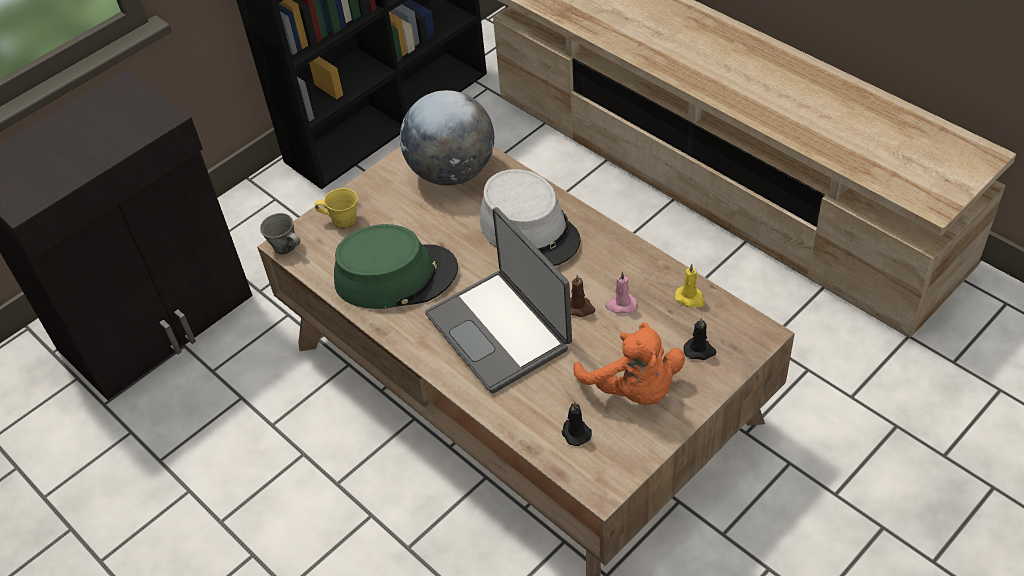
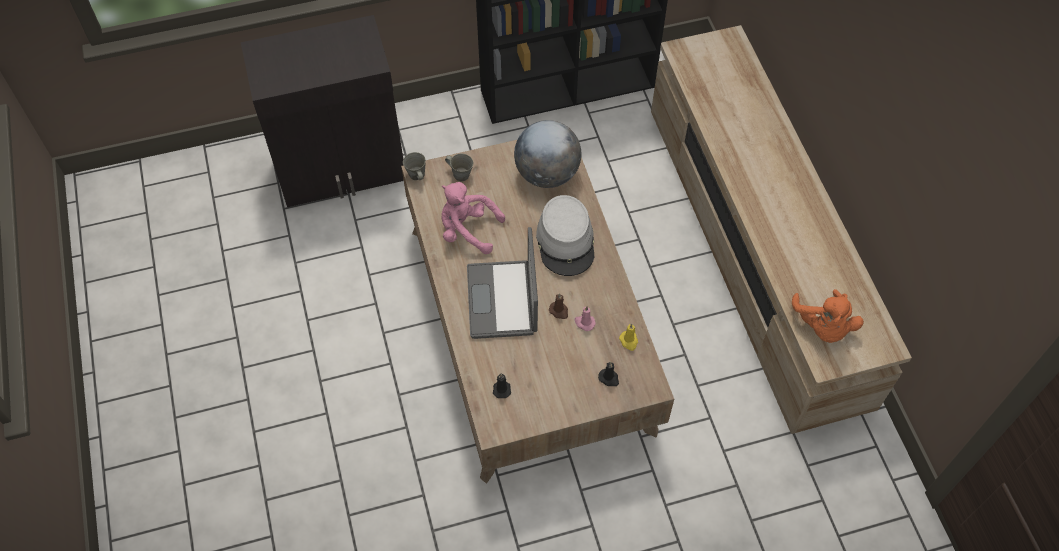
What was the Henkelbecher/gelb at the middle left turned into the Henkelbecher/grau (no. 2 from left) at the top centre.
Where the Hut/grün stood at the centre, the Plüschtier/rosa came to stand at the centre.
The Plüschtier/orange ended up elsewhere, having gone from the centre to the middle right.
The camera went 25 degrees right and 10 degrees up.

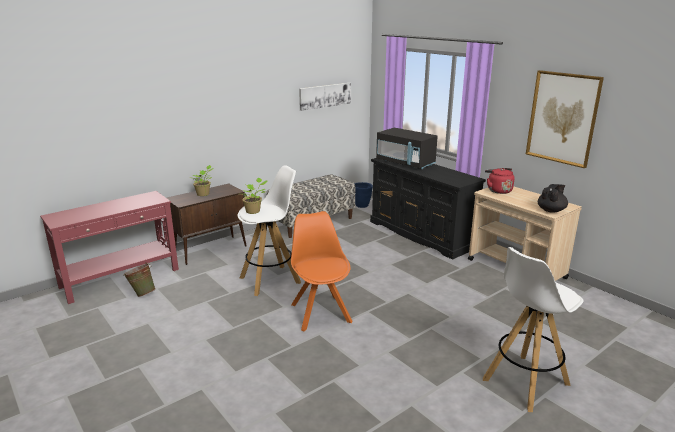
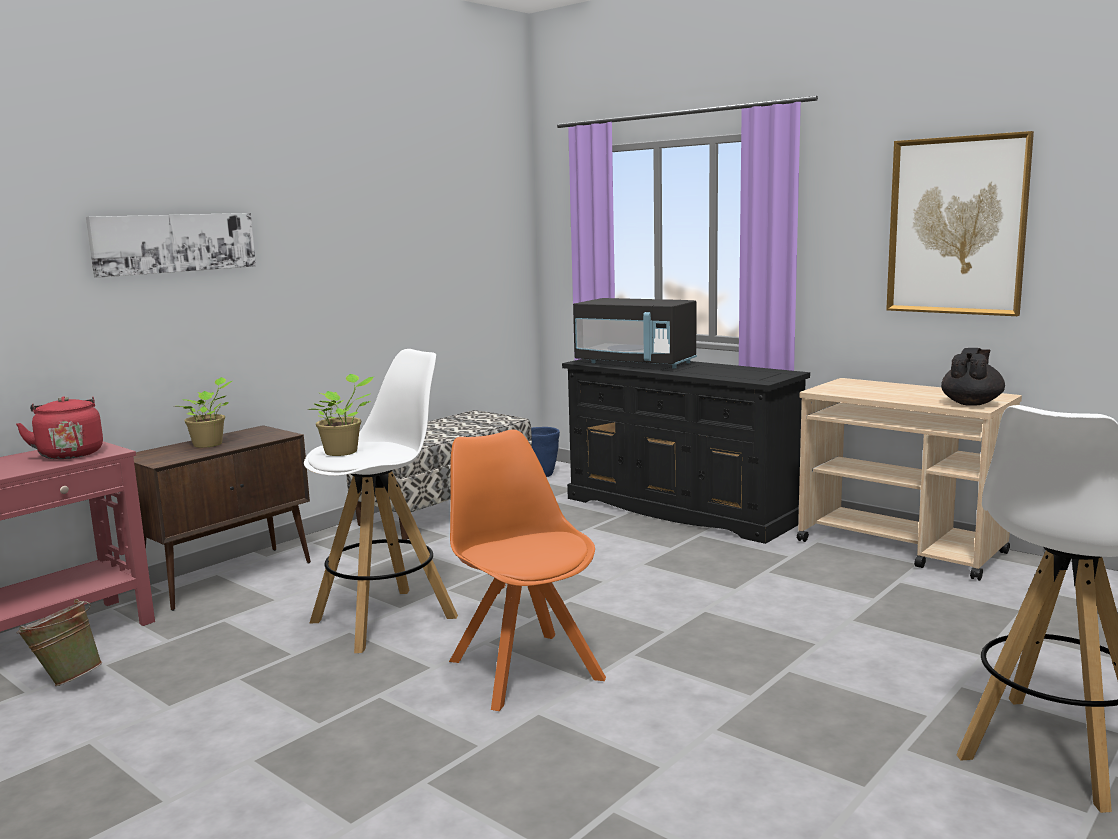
The Bild (no. 1 from left) ended up elsewhere, having gone from the top centre to the top left.
The Wasserkessel/rot ended up elsewhere, having gone from the middle right to the middle left.
The camera went 10 degrees left and 10 degrees down.

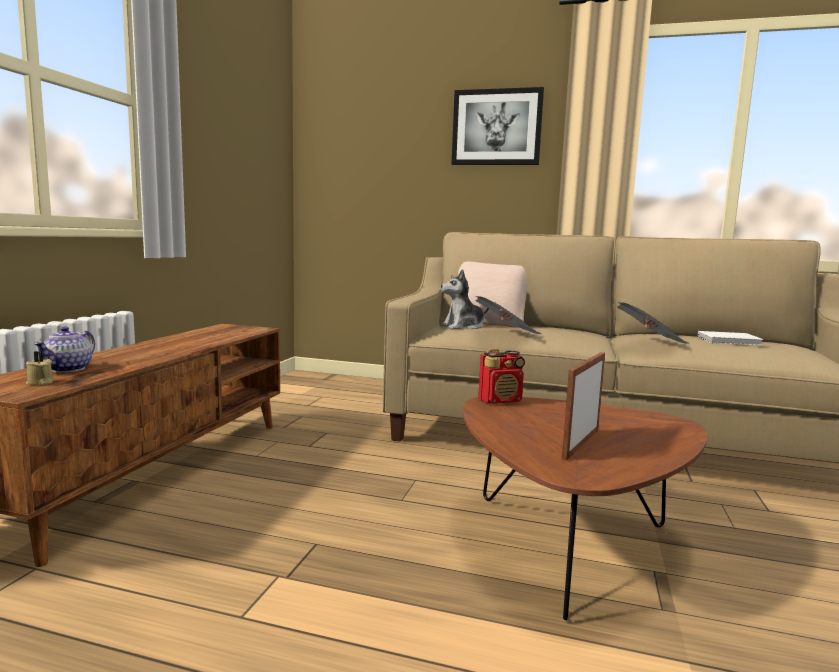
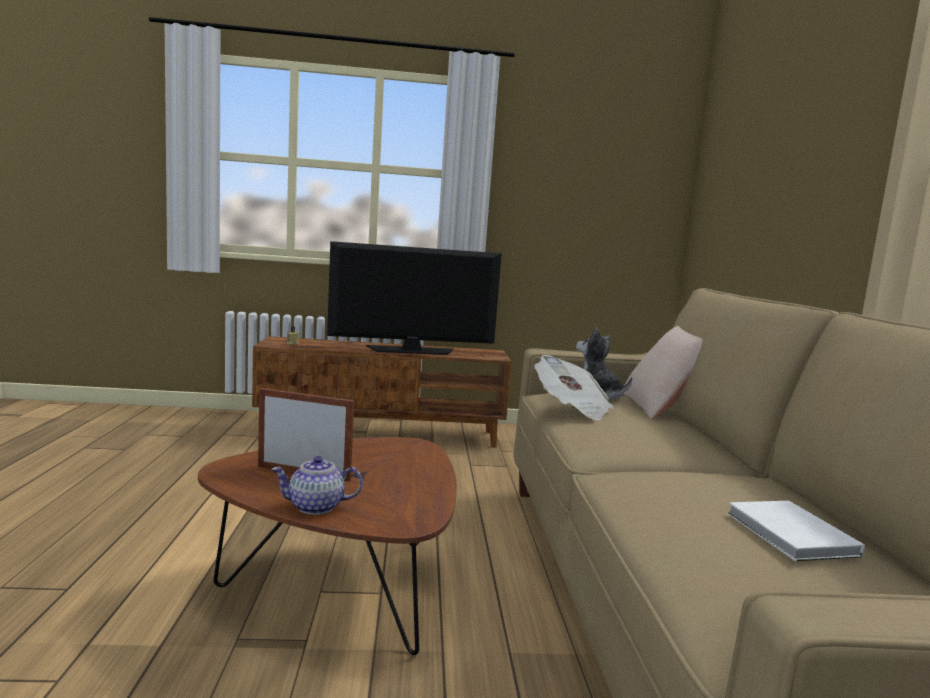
The Teekanne ended up elsewhere, having gone from the middle left to the bottom centre.
The second view lost the Bild at the top centre.
The second view lost the Radio at the centre.
The second view lost the Zeitung (no. 2 from left) at the middle right.
The second view gained the Fernseher at the centre.
The camera went 70 degrees right and 0 degrees up.

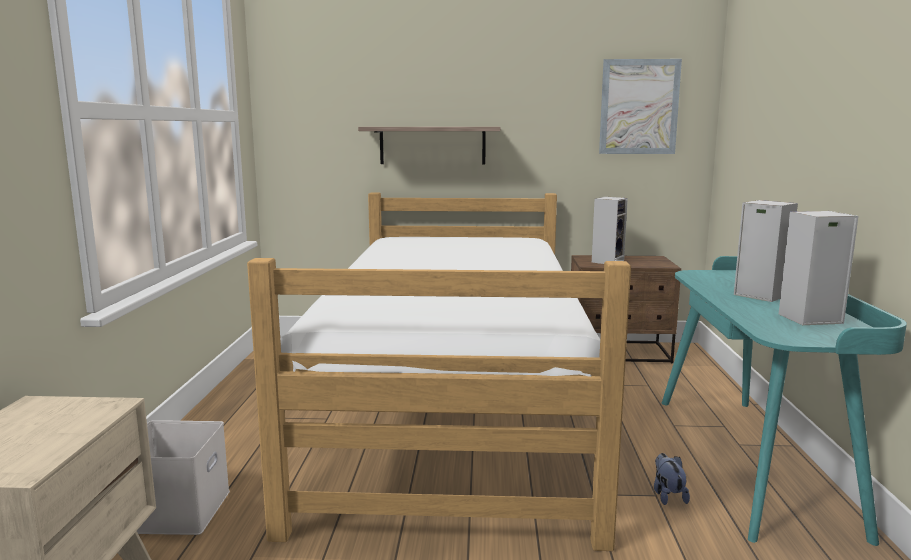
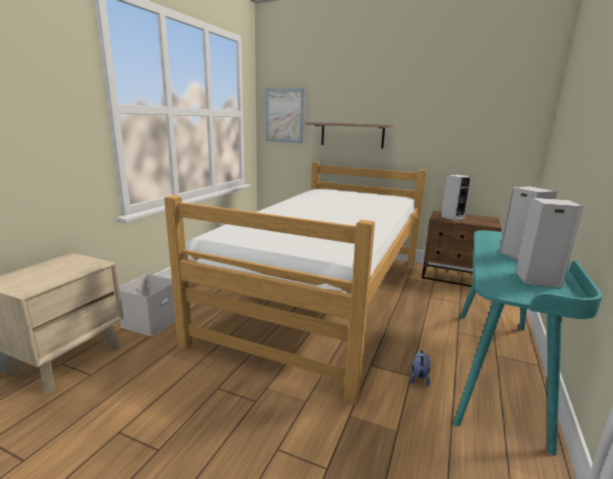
The Bild ended up elsewhere, having gone from the top right to the top centre.
The camera went 20 degrees right and 5 degrees up.

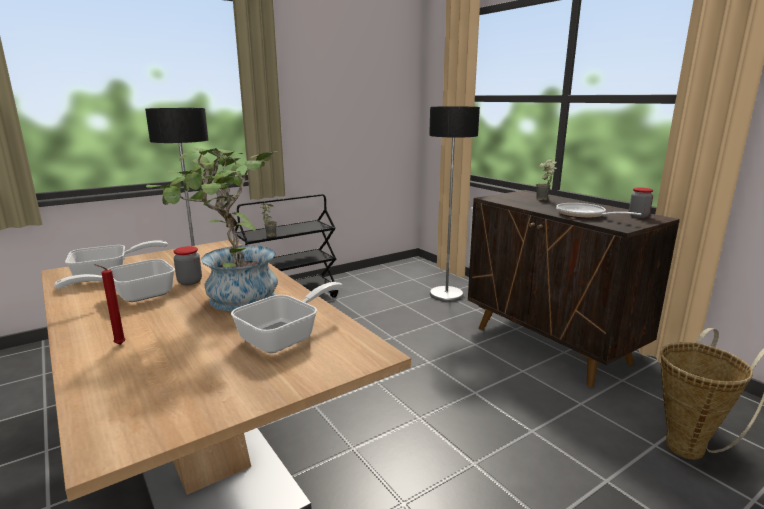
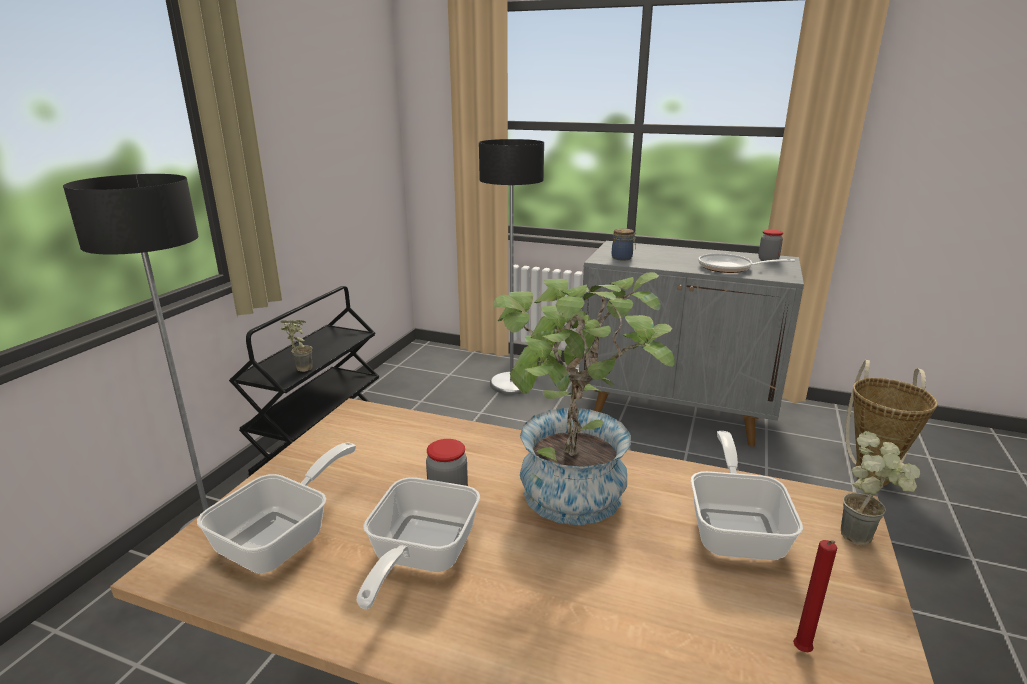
The Kerze/rot ended up elsewhere, having gone from the middle left to the bottom right.
What was the Schrank/braun at the middle right turned into the Schrank/grau at the middle right.
The Topfpflanze (no. 3 from left) ended up elsewhere, having gone from the middle right to the bottom right.
The second view gained the Vorratsglas (no. 2 from left) at the centre.
The camera went 35 degrees left and 5 degrees up.

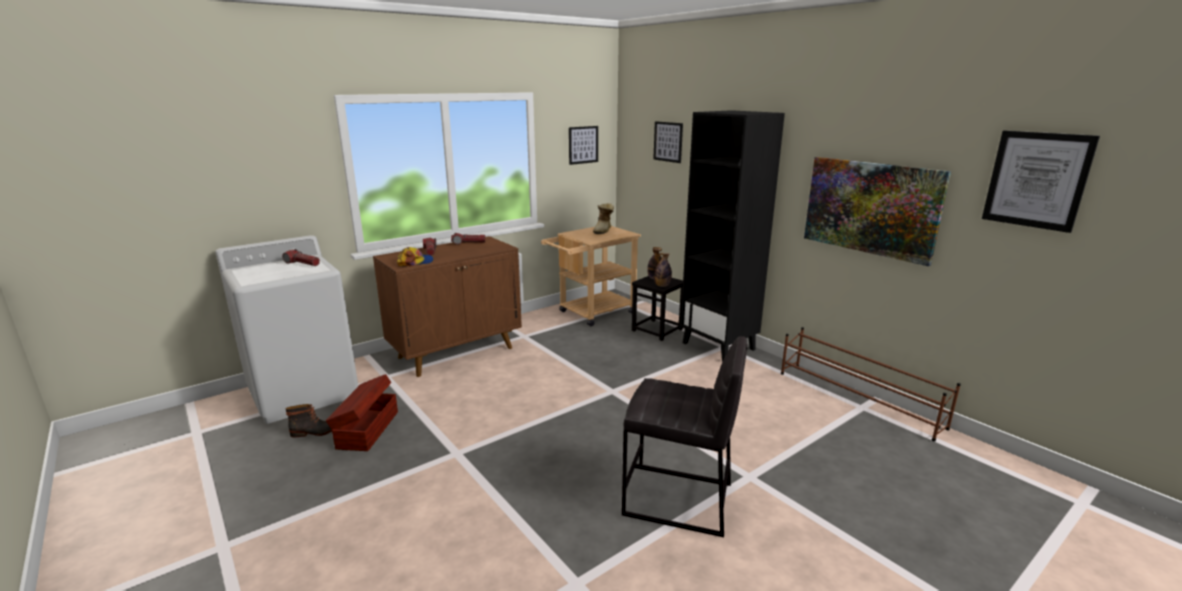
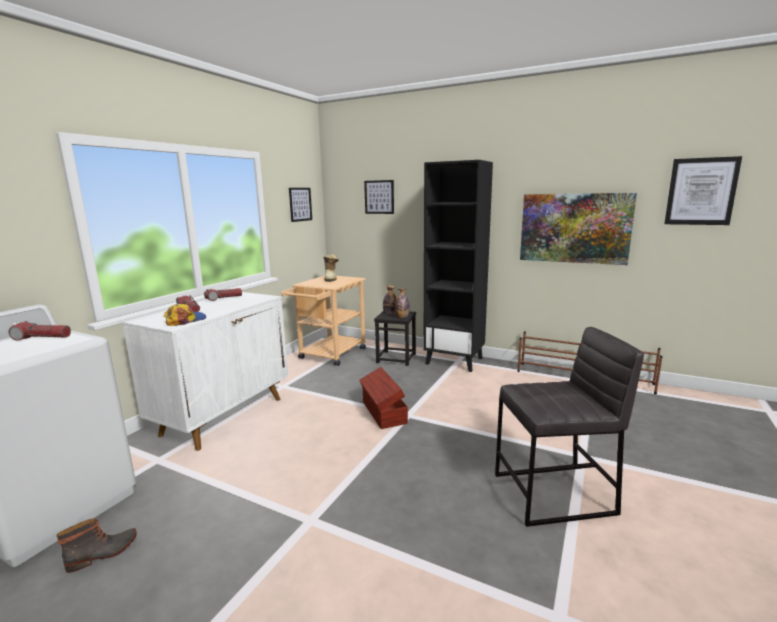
The Aufbewahrungsbox/braun ended up elsewhere, having gone from the bottom left to the centre.
What was the Schrank/braun at the centre turned into the Schrank/weiß at the middle left.
The camera went 25 degrees left and 5 degrees down.

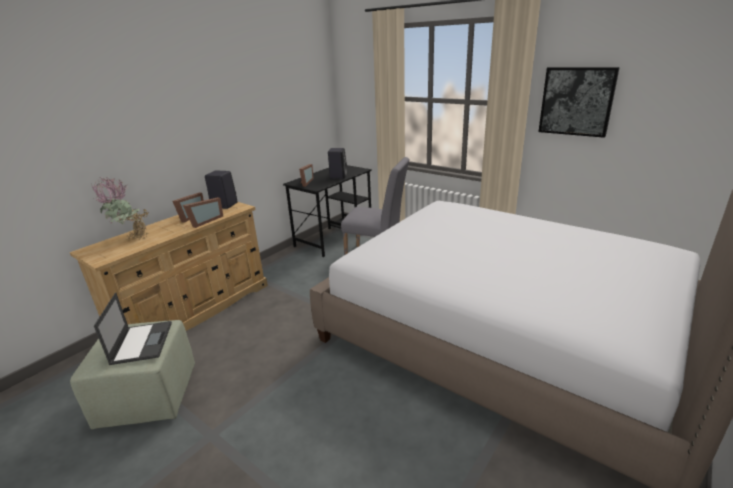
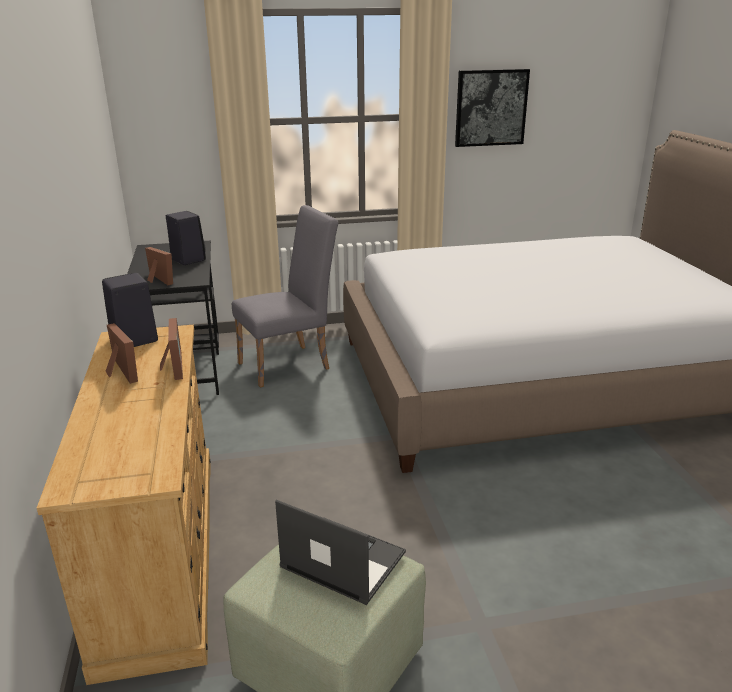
The second view lost the Topfpflanze at the middle left.
The camera went 50 degrees left and 0 degrees up.

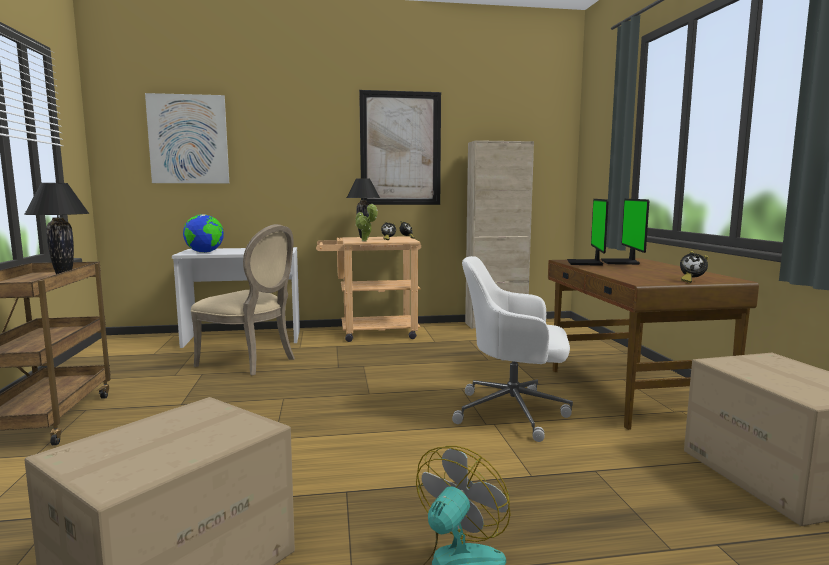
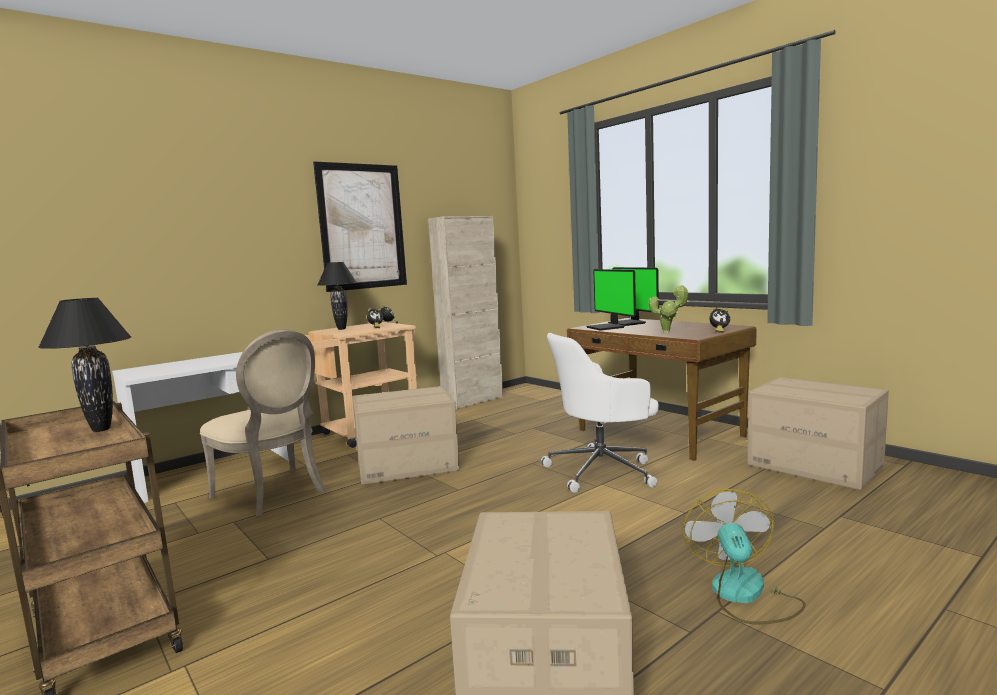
The second view lost the Bild (no. 1 from left) at the top left.
The second view lost the Globus at the middle left.
The Stuhl/beige at the middle left ended up facing another way, 45 degrees clockwise from before.
The Topfpflanze ended up elsewhere, having gone from the centre to the middle right.
The second view gained the Karton (no. 1 from left) at the centre.
The camera went 30 degrees left and 0 degrees up.

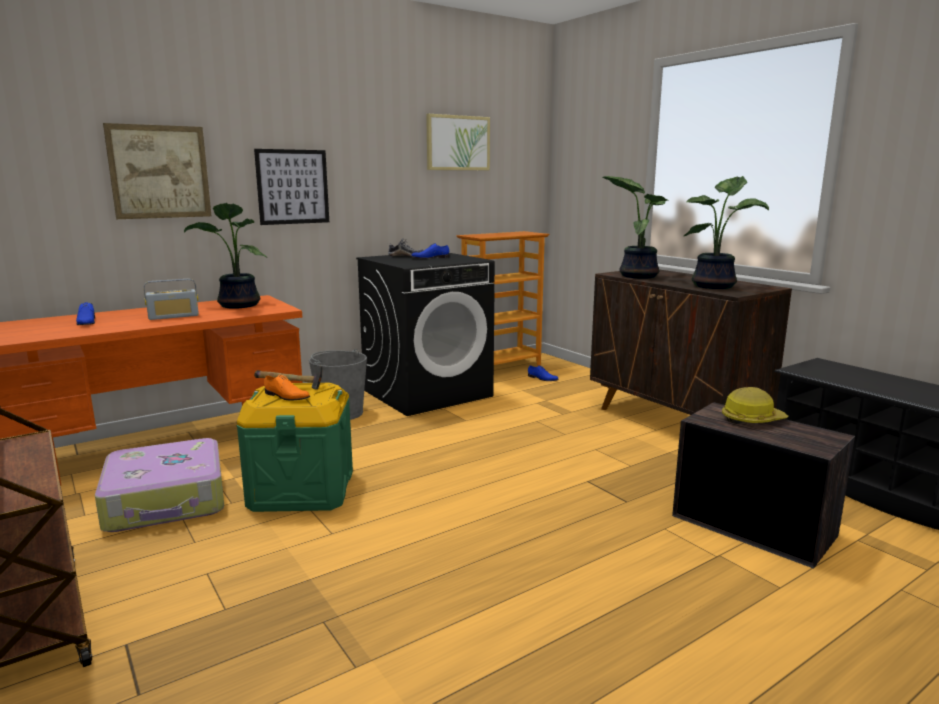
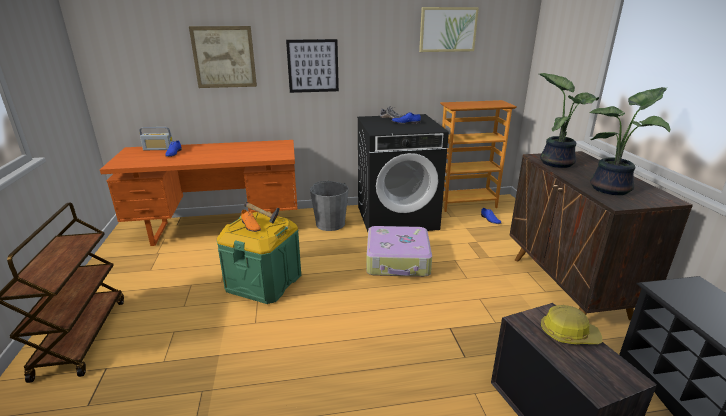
The Koffer ended up elsewhere, having gone from the bottom left to the centre.
The Radio ended up elsewhere, having gone from the middle left to the top left.
The second view lost the Topfpflanze (no. 1 from left) at the middle left.
The camera went 25 degrees right and 10 degrees up.

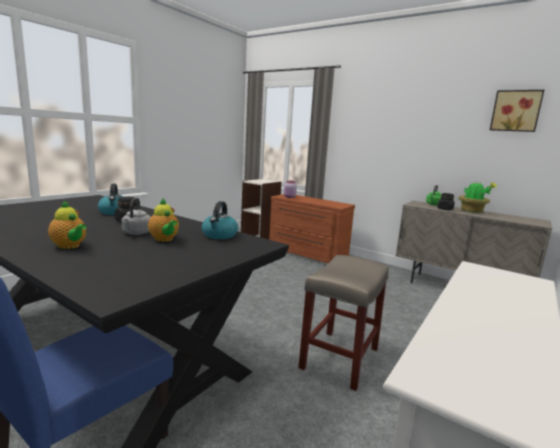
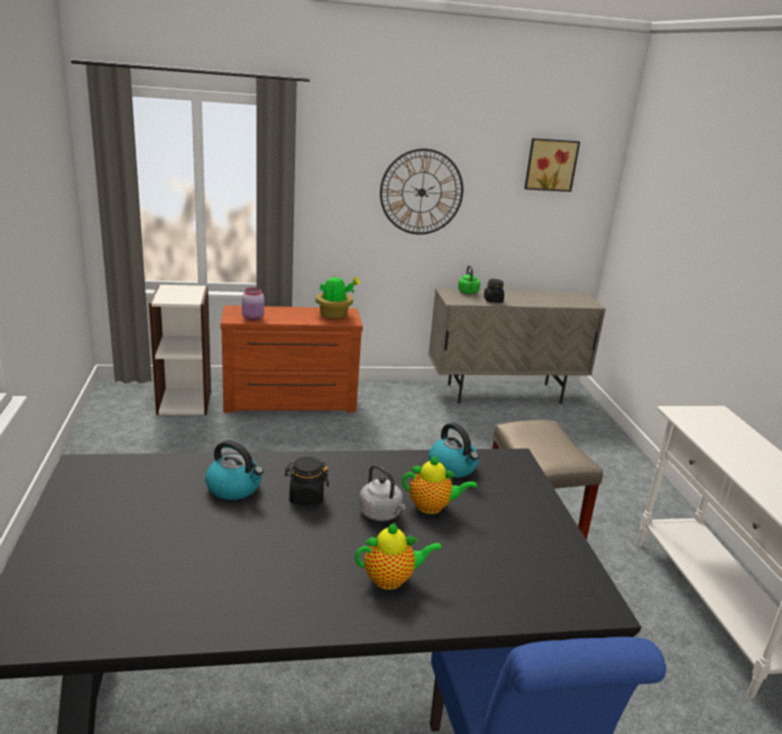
The Topfpflanze ended up elsewhere, having gone from the middle right to the centre.
The second view gained the Wanduhr at the top centre.
The camera went 45 degrees left and 10 degrees up.

